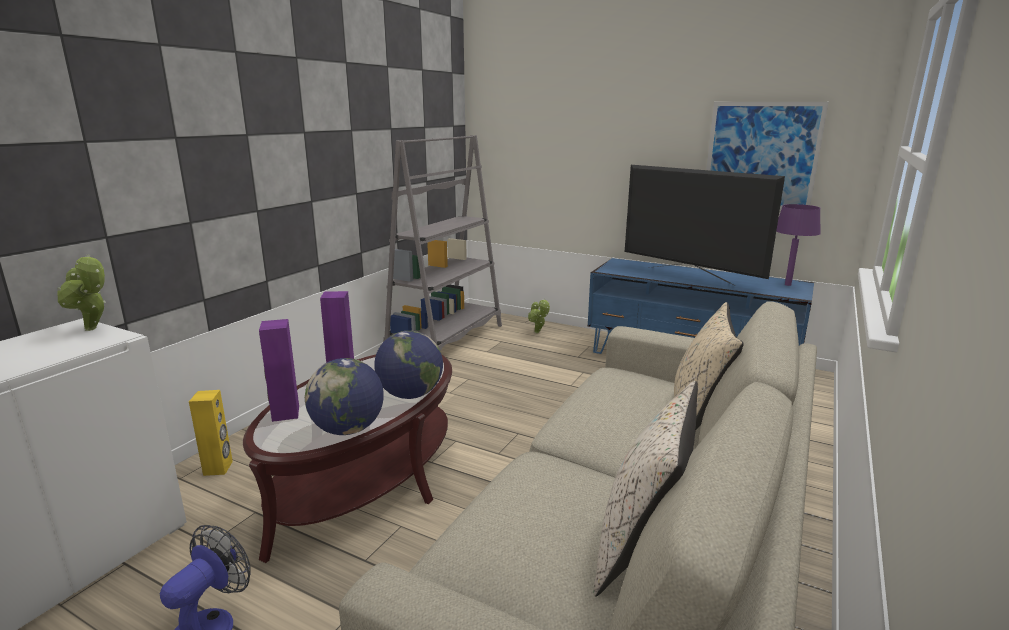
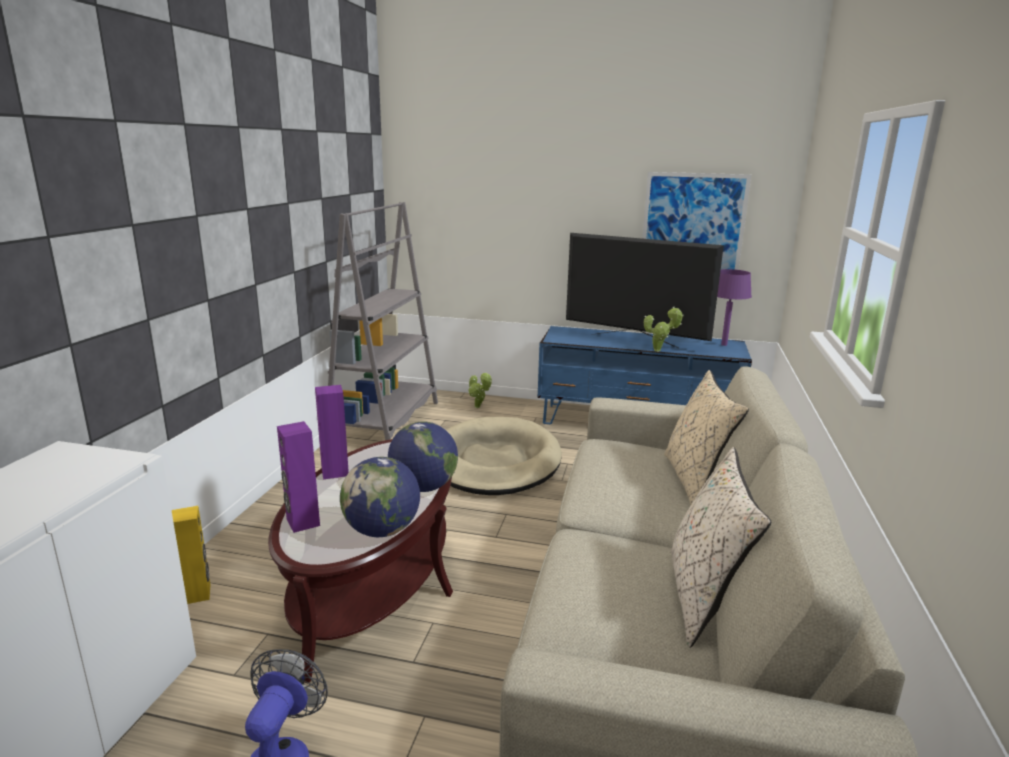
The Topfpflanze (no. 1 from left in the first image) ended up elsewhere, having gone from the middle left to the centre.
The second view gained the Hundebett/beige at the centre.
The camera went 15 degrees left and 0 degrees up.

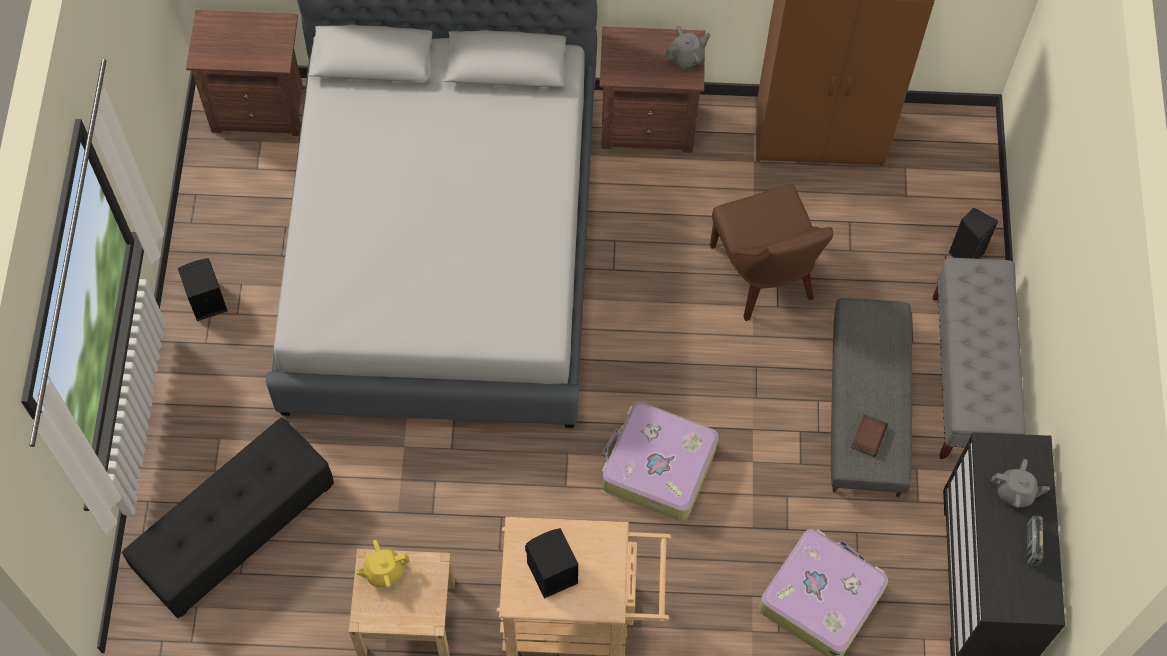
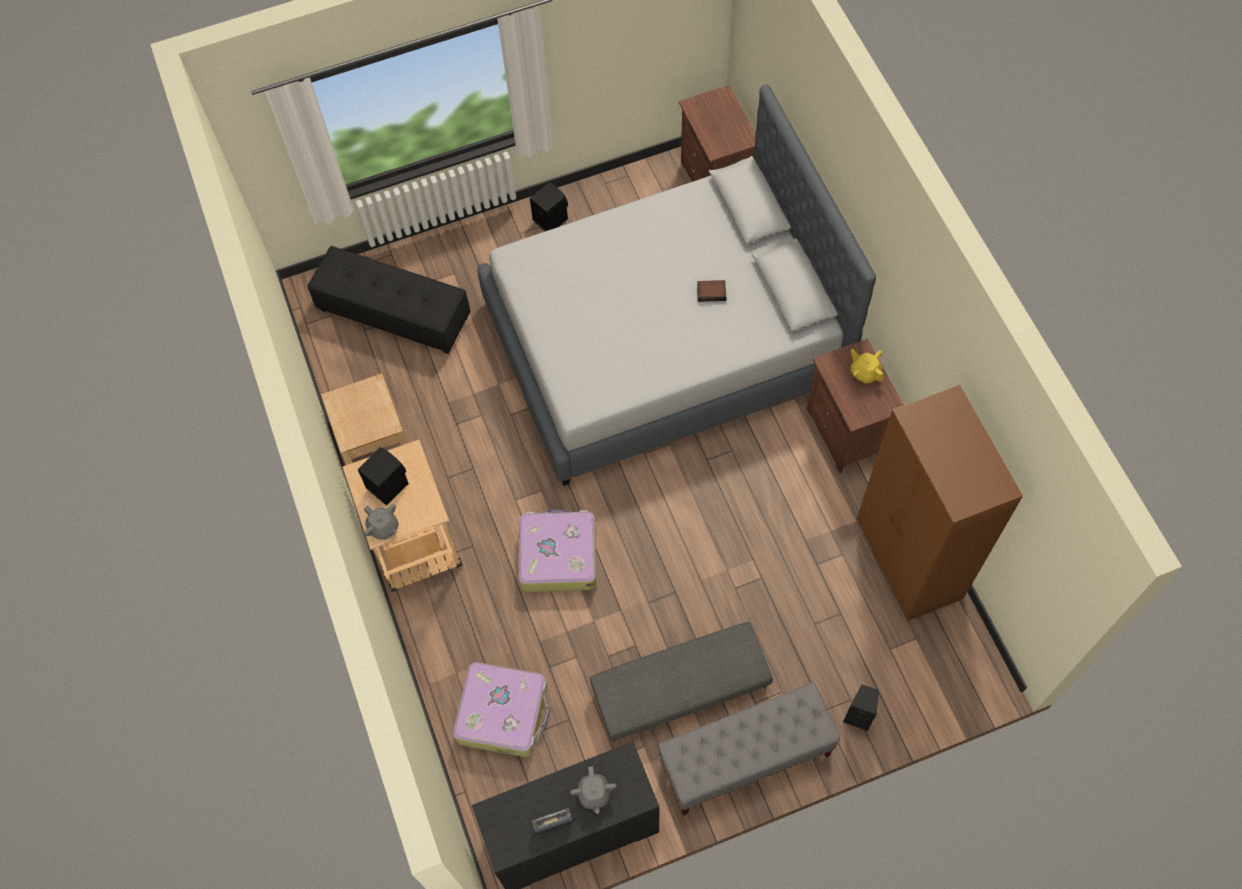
The Teekanne/gelb ended up elsewhere, having gone from the bottom left to the middle right.
The Teekanne/grau (no. 1 from left) ended up elsewhere, having gone from the top centre to the middle left.
The second view lost the Stuhl/braun at the centre.
The Buch ended up elsewhere, having gone from the middle right to the top centre.
The camera went 70 degrees right and 0 degrees up.

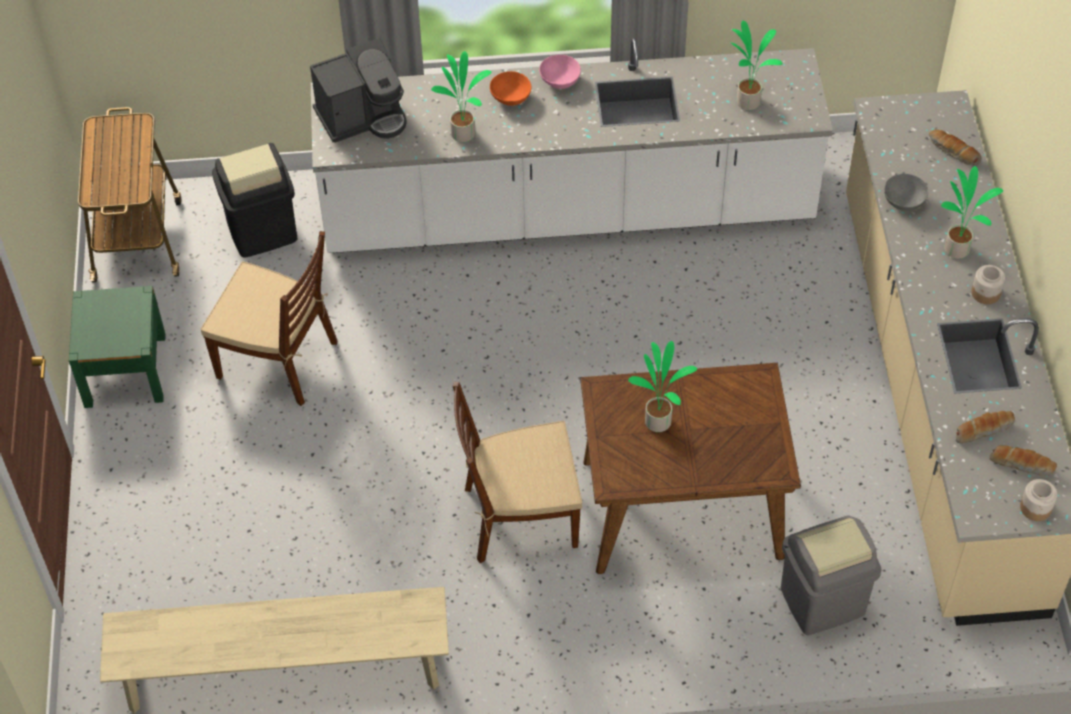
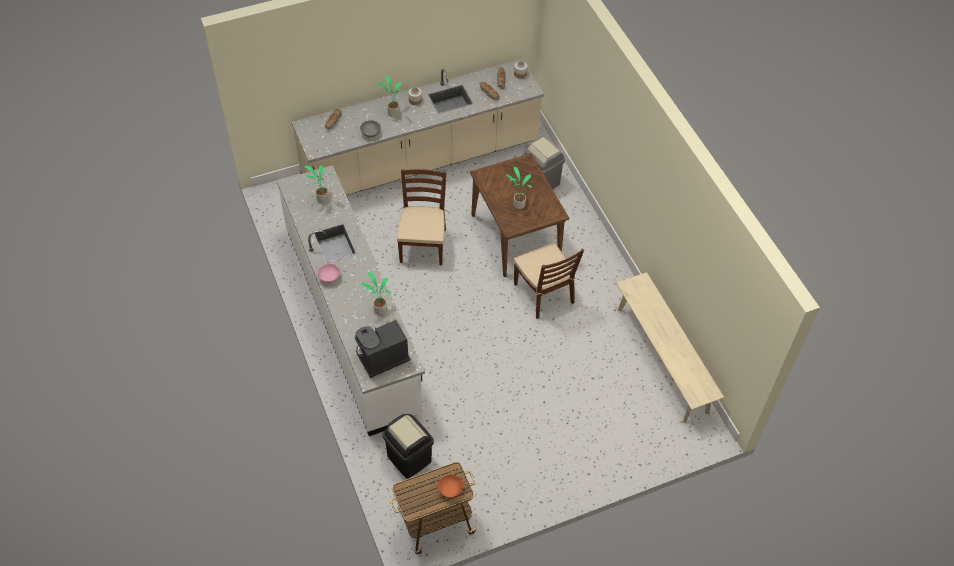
The second view lost the Nachttisch/grün at the middle left.
The Stuhl/braun (no. 1 from left) ended up elsewhere, having gone from the middle left to the centre.
The Kaffeemaschine at the top centre ended up facing another way, 75 degrees counterclockwise from before.
The Schüssel/orange ended up elsewhere, having gone from the top centre to the bottom centre.
The camera went 110 degrees left and 0 degrees up.

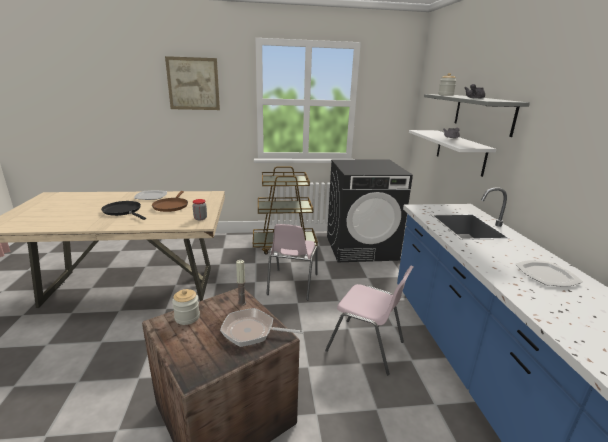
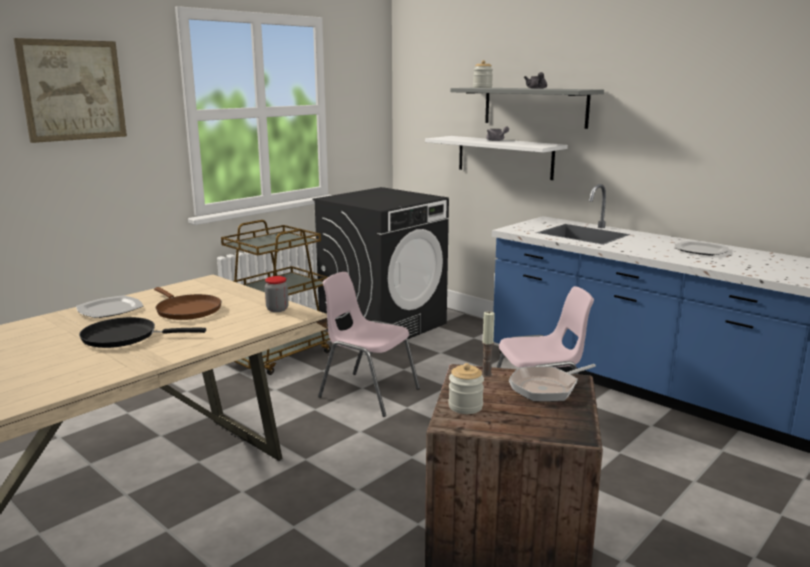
The Stuhl/rosa (no. 1 from left) at the centre ended up facing another way, 150 degrees clockwise from before.
The camera went 40 degrees left and 5 degrees down.

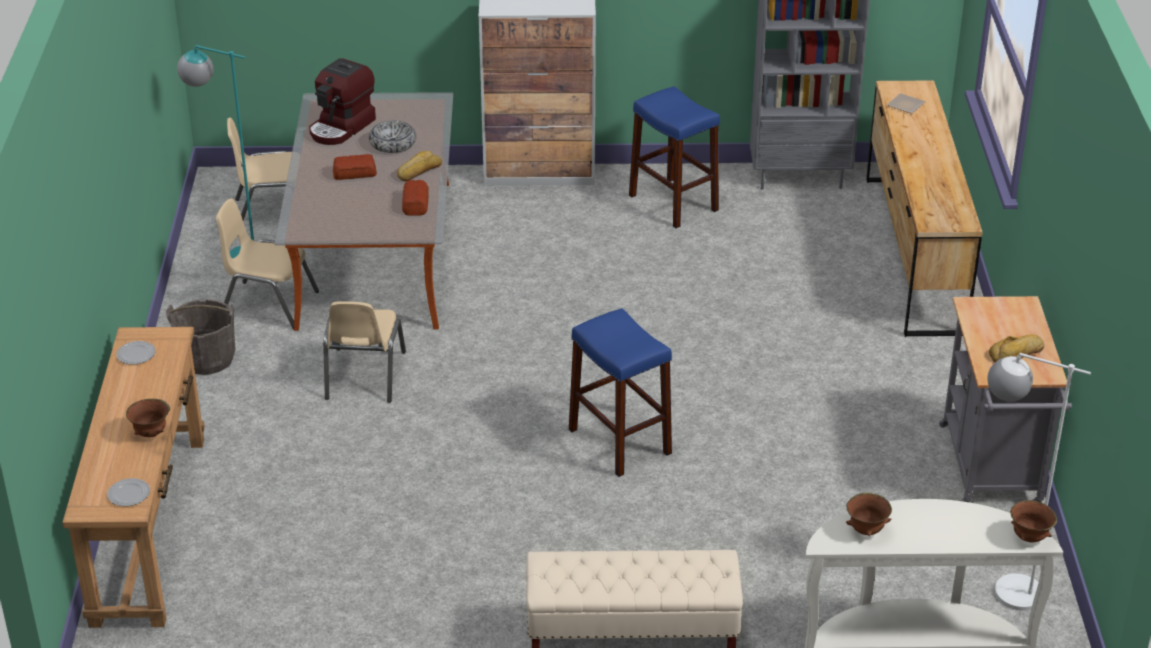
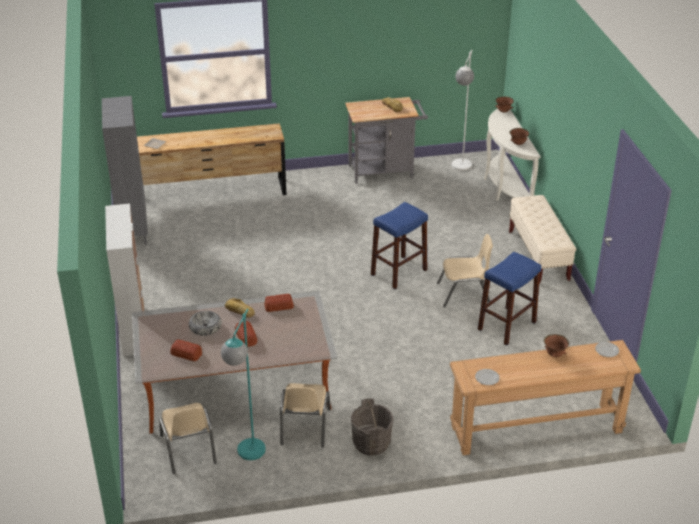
Where the Kaffeemaschine stood at the top left, the Brot (no. 1 from left) came to stand at the bottom left.
The Stuhl/beige (no. 3 from left) ended up elsewhere, having gone from the middle left to the centre.
The Hocker/blau (no. 2 from left) ended up elsewhere, having gone from the top centre to the middle right.
The camera went 100 degrees left and 0 degrees up.

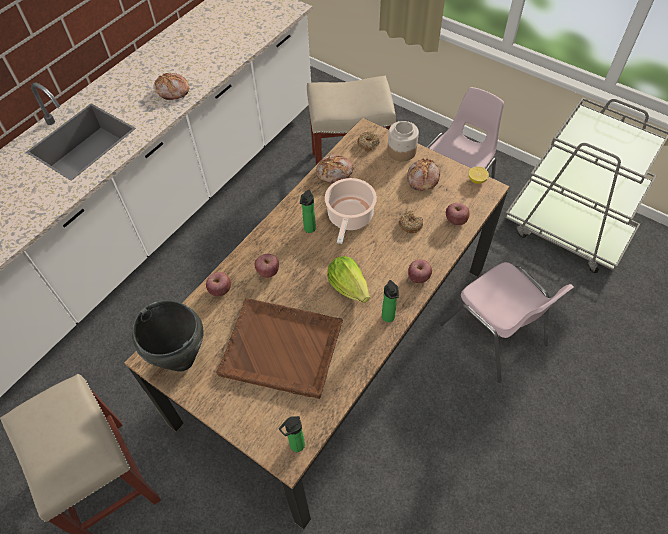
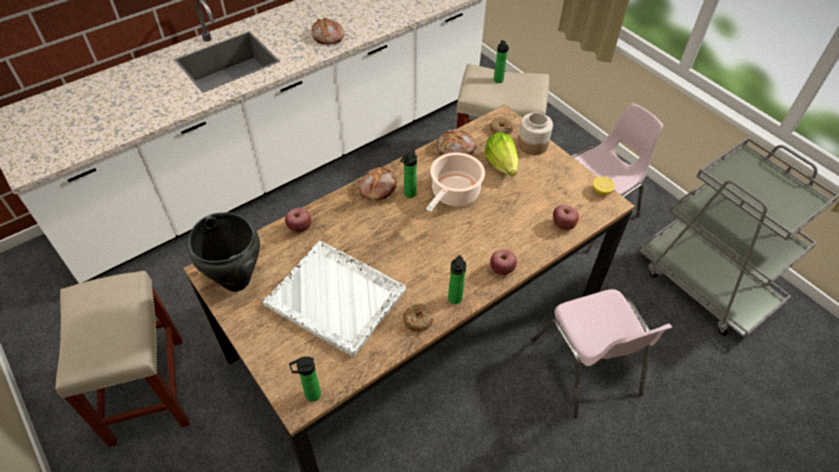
What was the Tablett/braun at the centre turned into the Tablett/weiß at the centre.
The second view lost the Apfel (no. 2 from left) at the centre.
The Salatkopf ended up elsewhere, having gone from the centre to the top centre.
The Donut (no. 2 from left in the first image) ended up elsewhere, having gone from the centre to the bottom centre.
The Brot (no. 3 from left in the first image) ended up elsewhere, having gone from the top centre to the centre.
The second view gained the Flasche (no. 4 from left) at the top centre.
The camera went 15 degrees right and 5 degrees down.

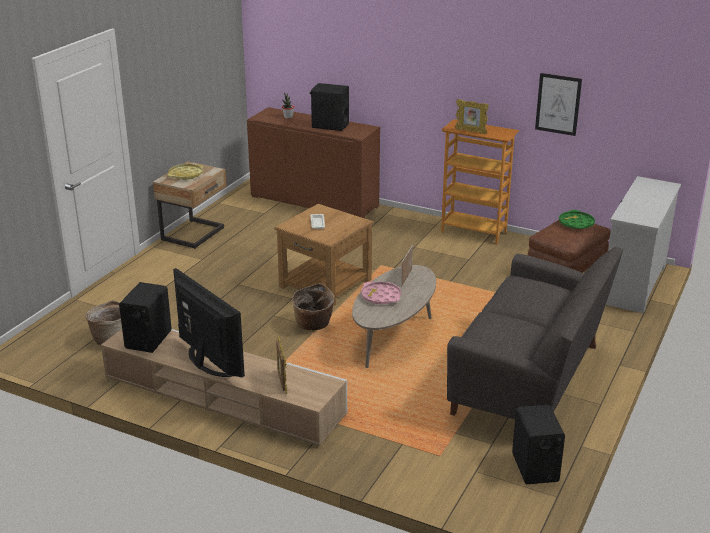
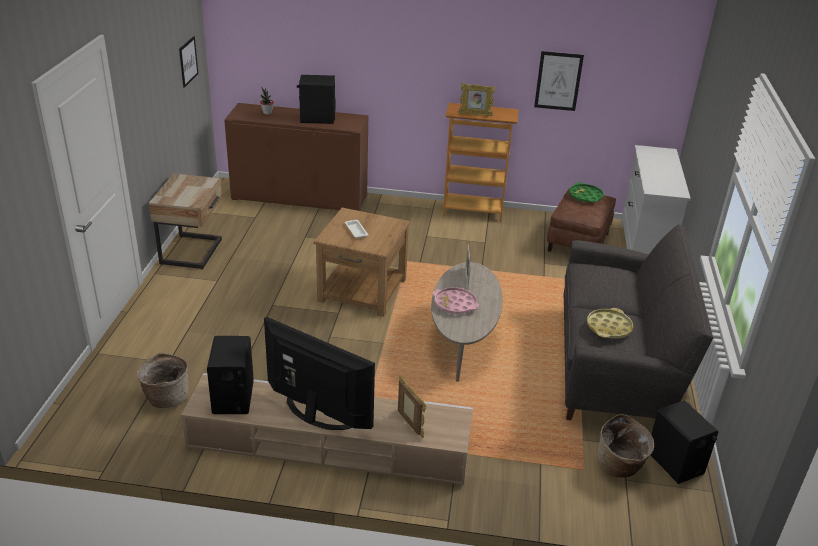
The Tablett/gelb ended up elsewhere, having gone from the top left to the middle right.
The Korb (no. 2 from left) ended up elsewhere, having gone from the centre to the bottom right.
The second view gained the Bild (no. 1 from left) at the top left.
The camera went 20 degrees left and 5 degrees up.

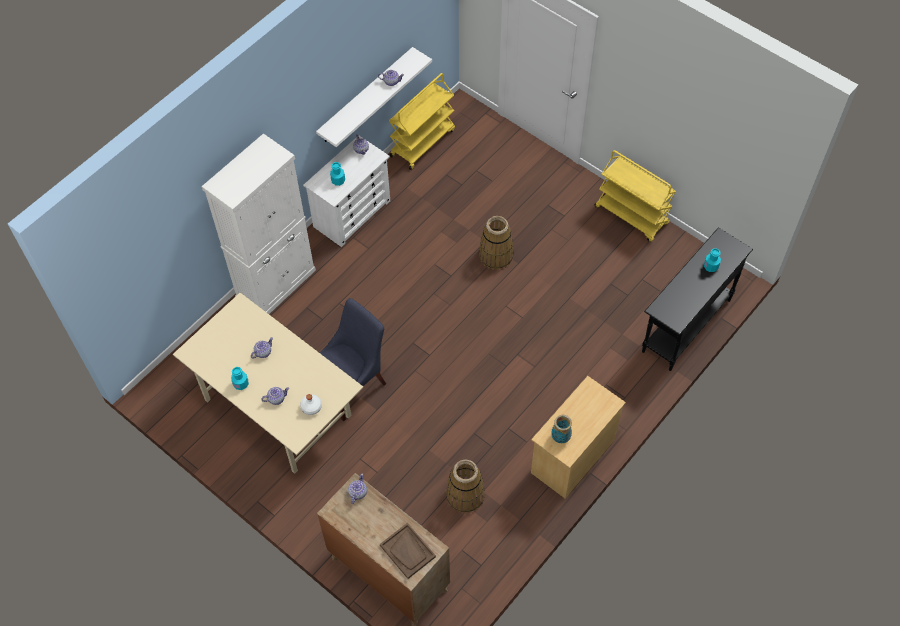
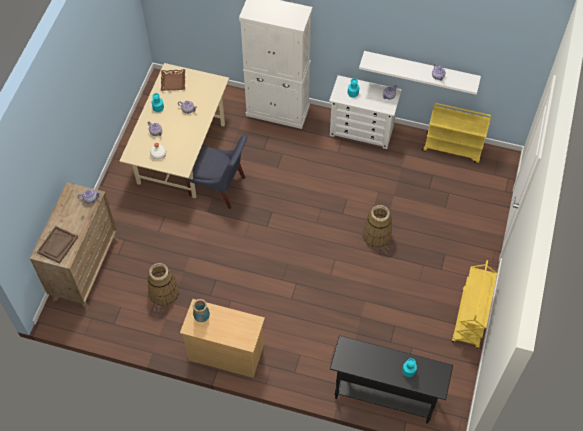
The second view gained the Tablett/braun (no. 2 from left) at the top left.
The camera went 65 degrees right and 0 degrees up.

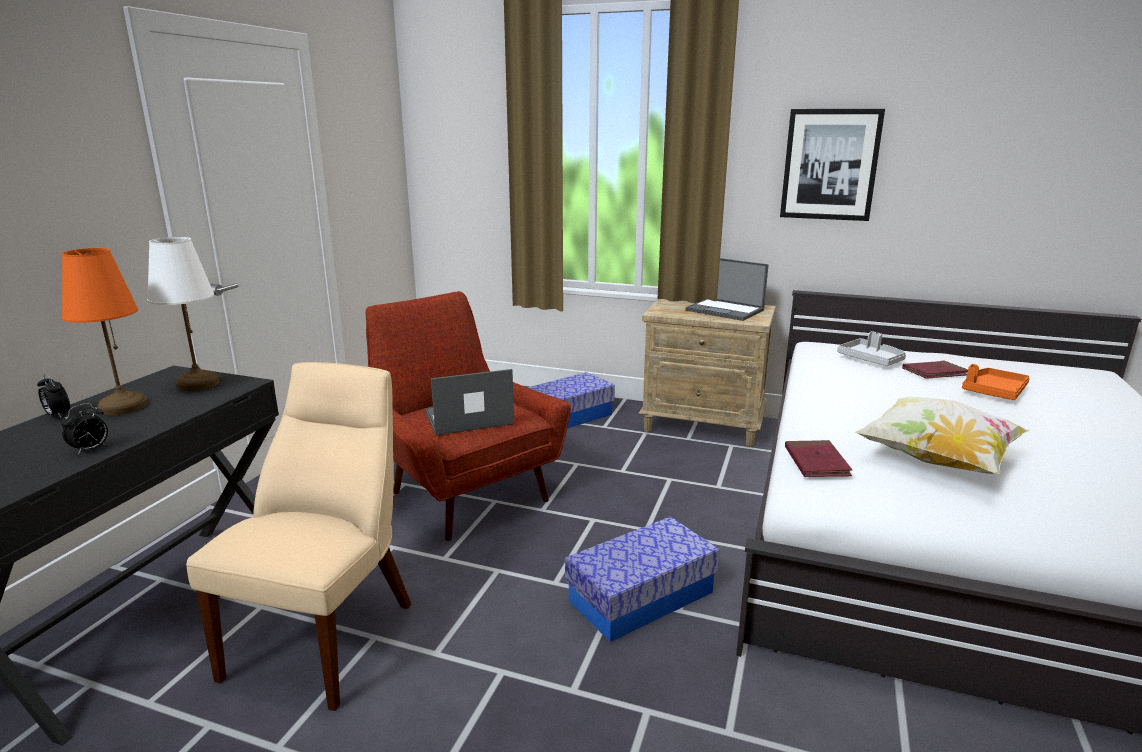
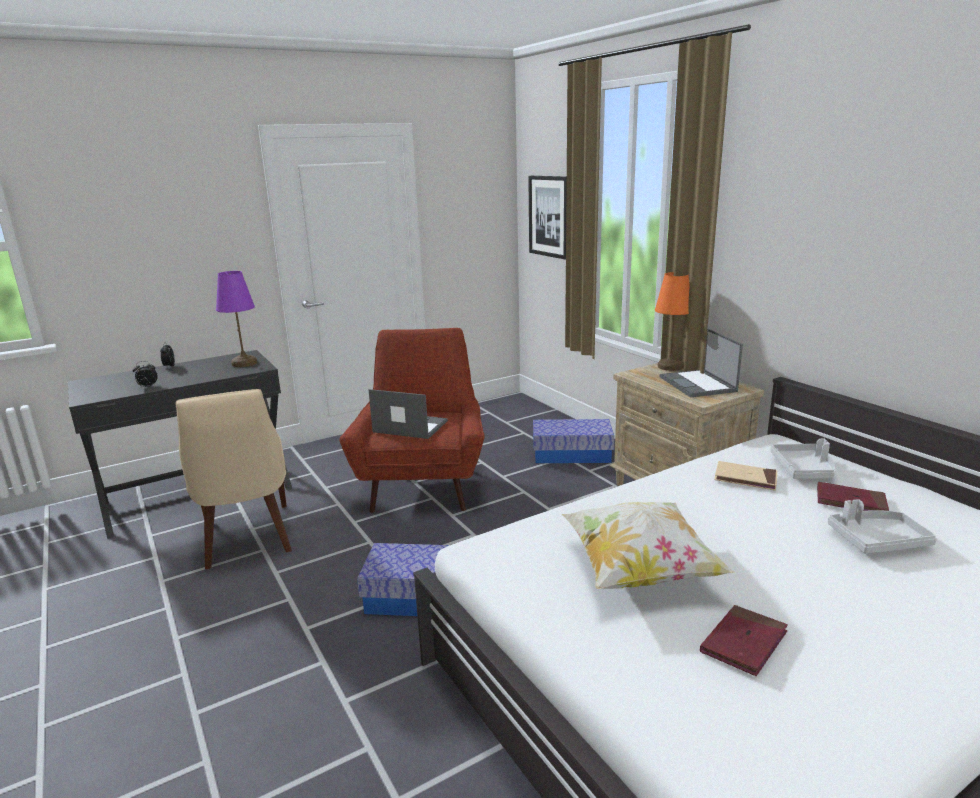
The Tischlampe/orange ended up elsewhere, having gone from the middle left to the middle right.
What was the Tischlampe/weiß at the middle left turned into the Tischlampe/lila at the middle left.
The Stuhl/beige at the bottom left ended up facing another way, 105 degrees clockwise from before.
The Bild ended up elsewhere, having gone from the top right to the top centre.
The Buch/rot (no. 1 from left) ended up elsewhere, having gone from the middle right to the bottom right.
What was the Tablett/orange at the middle right turned into the Tablett/grau (no. 2 from left) at the middle right.
The second view gained the Buch/beige at the middle right.
The camera went 40 degrees right and 0 degrees up.

